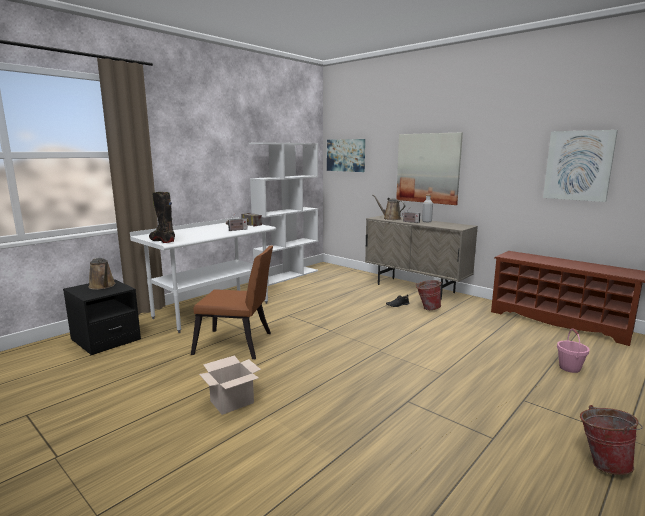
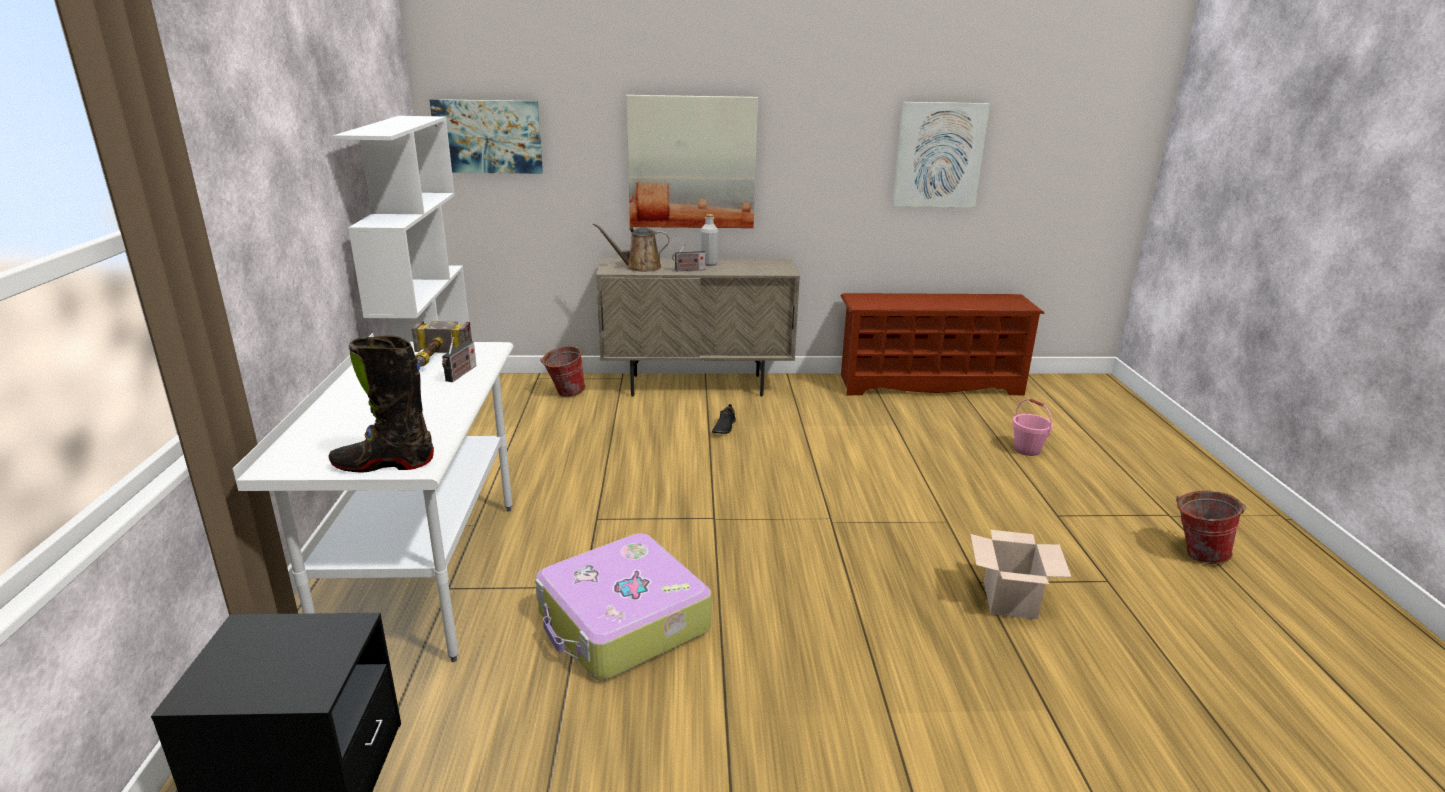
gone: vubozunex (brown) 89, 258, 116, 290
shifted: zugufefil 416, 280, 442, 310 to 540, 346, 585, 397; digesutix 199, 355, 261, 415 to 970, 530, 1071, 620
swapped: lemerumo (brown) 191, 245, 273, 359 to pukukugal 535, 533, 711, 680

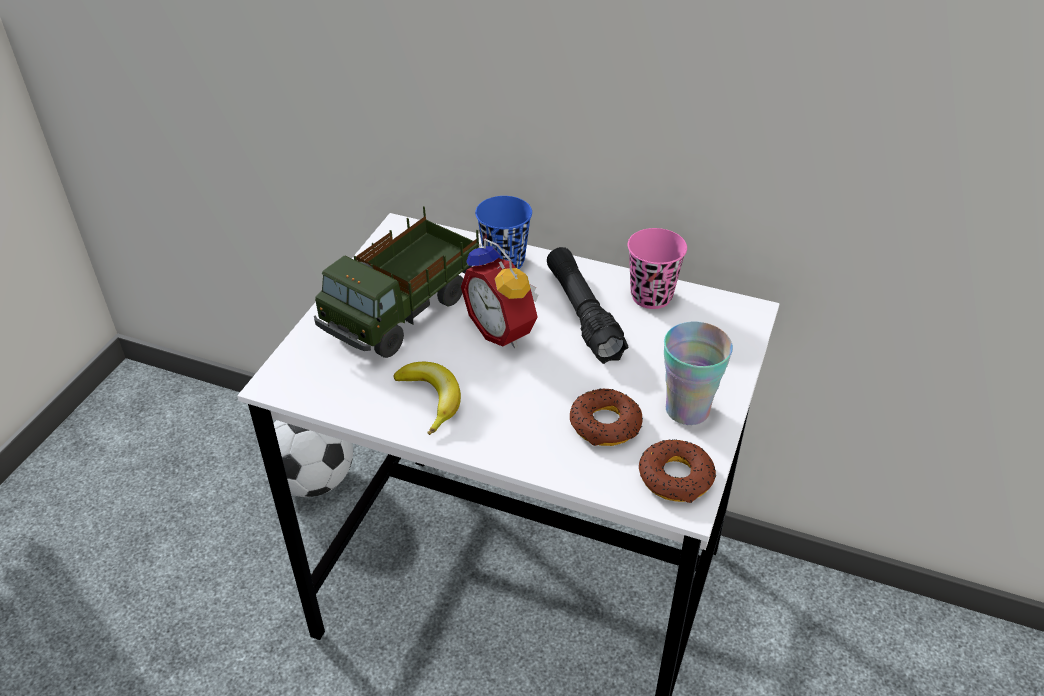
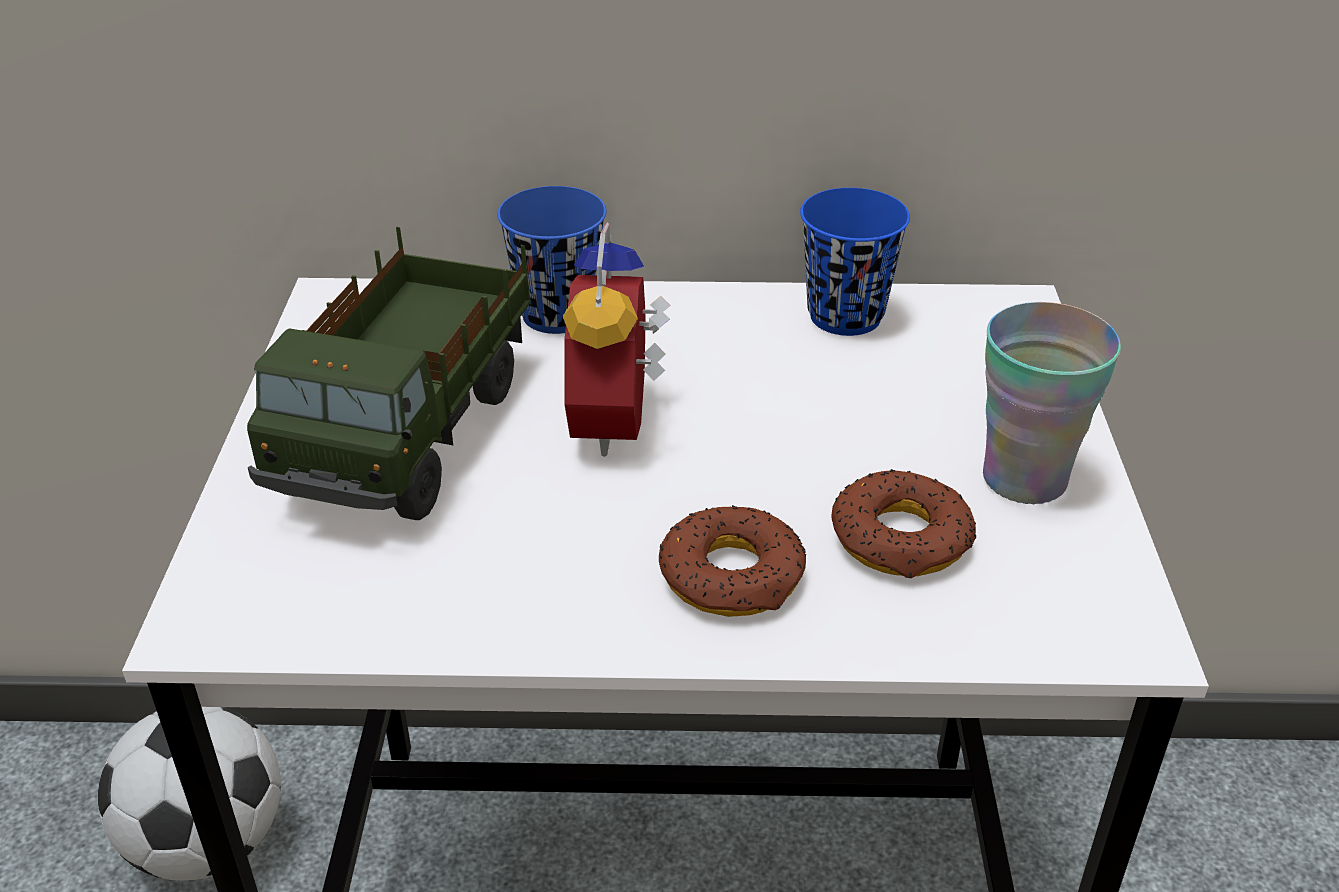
gone: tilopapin 394, 362, 461, 435; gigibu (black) 547, 247, 628, 364
shifted: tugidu 639, 439, 716, 503 to 659, 505, 806, 617
repainted: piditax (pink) 628, 228, 687, 309 to piditax (blue) 800, 188, 910, 336
rotated: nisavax 461, 238, 538, 348 = 563, 222, 671, 457 60 degrees clockwise

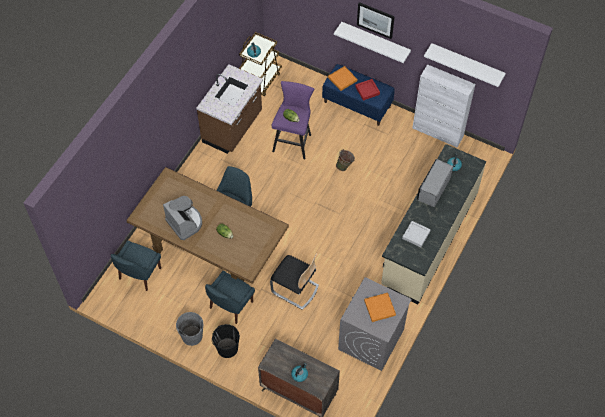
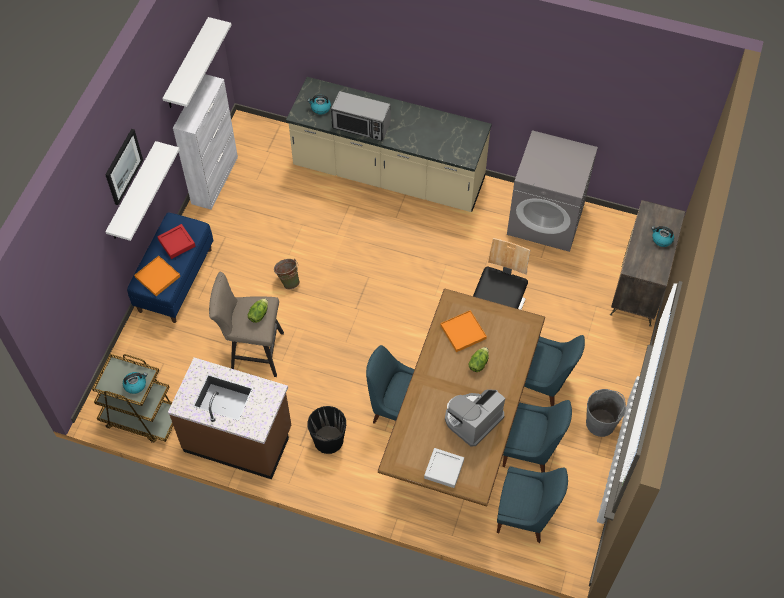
new: lemerumo (blue) 503, 400, 572, 472
shifted: zugufefil (black) 212, 324, 240, 358 to 307, 406, 346, 454; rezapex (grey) 402, 221, 430, 247 to 424, 448, 464, 488; rezapex (orange) 364, 293, 396, 322 to 440, 310, 487, 352
repainted: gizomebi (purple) 272, 81, 314, 159 to gizomebi (beige) 209, 272, 284, 377

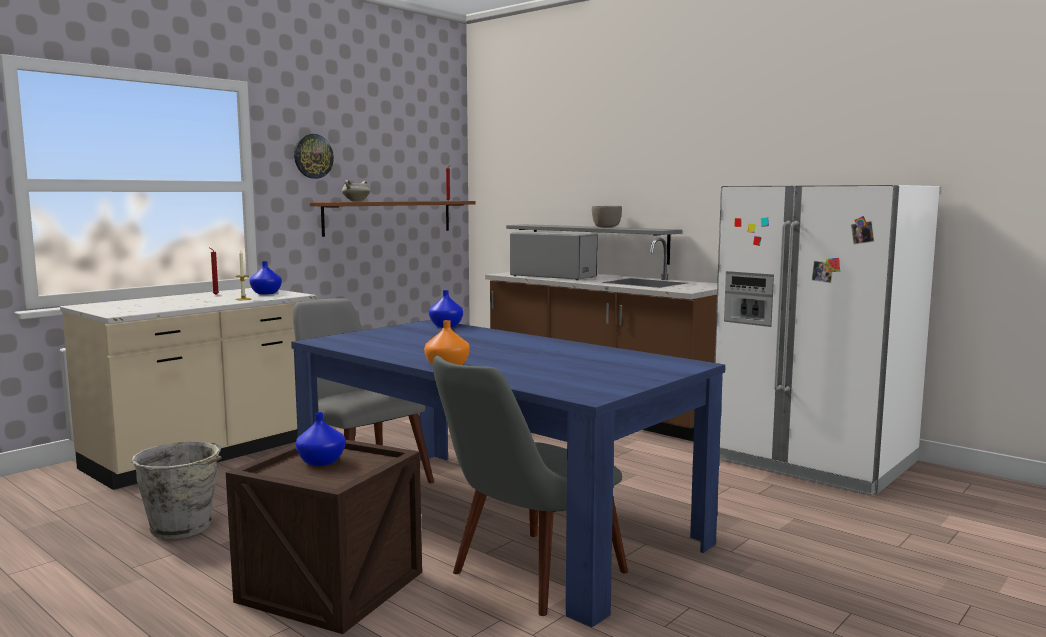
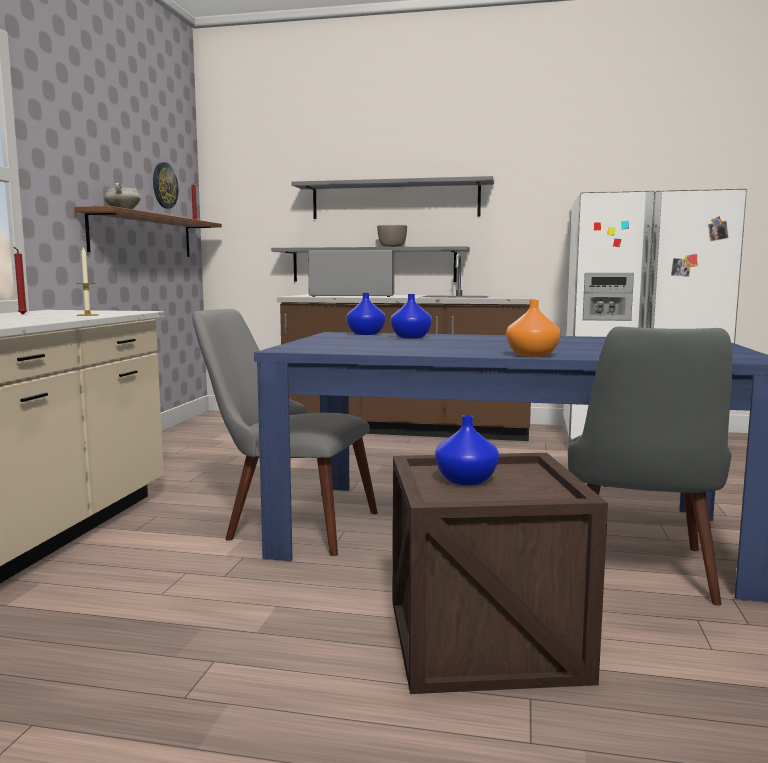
gone: zugufefil (grey) 131, 442, 222, 539
new: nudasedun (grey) 291, 176, 494, 219
shifted: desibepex 294, 134, 334, 179 to 153, 162, 178, 209; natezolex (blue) 250, 261, 282, 295 to 390, 294, 432, 339

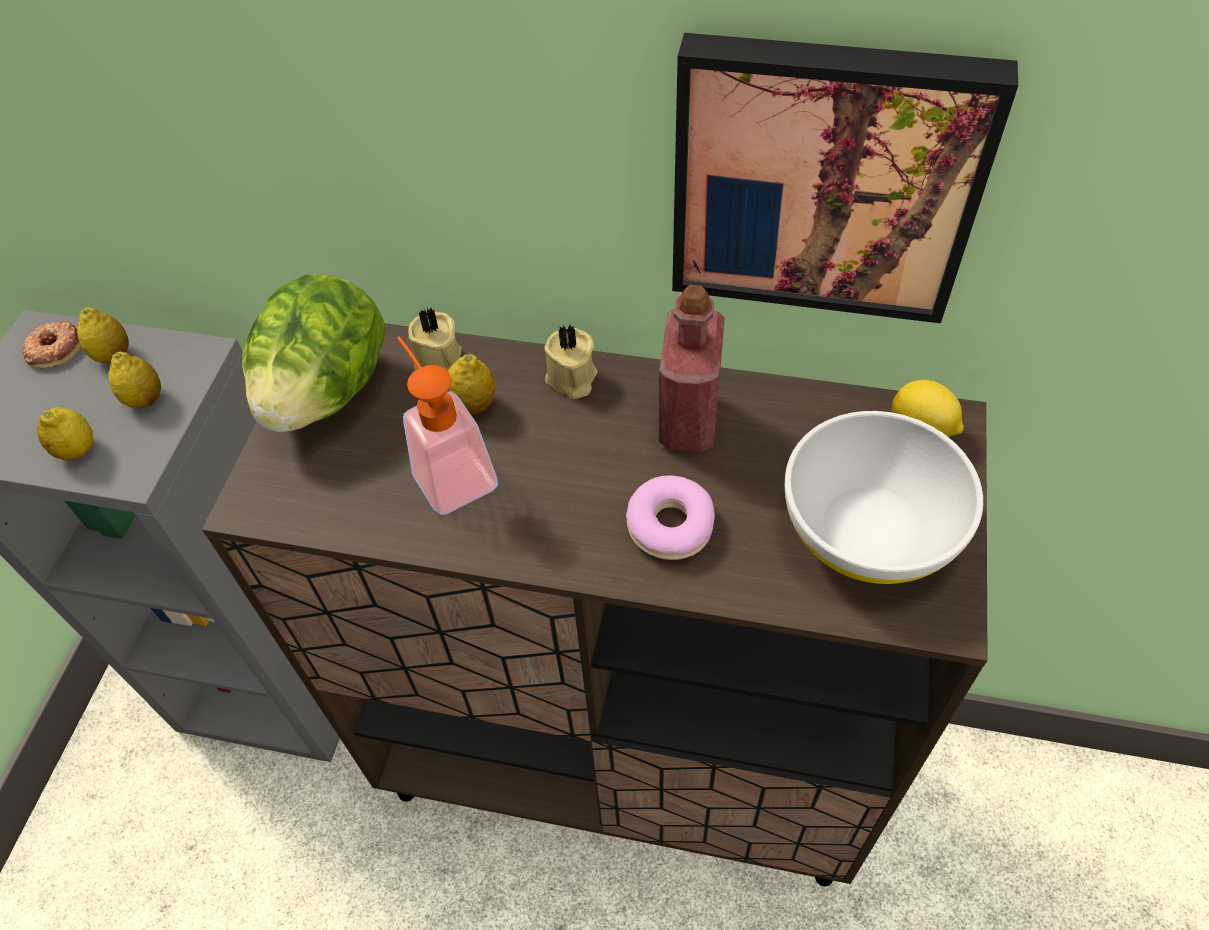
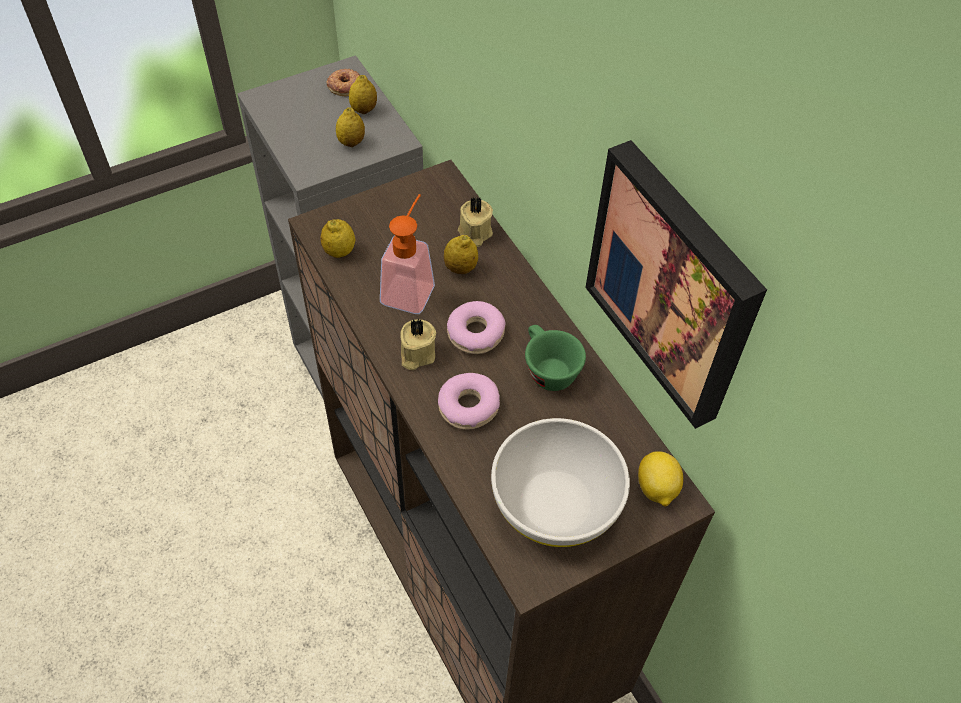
gone: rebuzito 242, 274, 386, 432
new: tugidu 447, 301, 506, 354
shifted: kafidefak 37, 407, 93, 460 to 320, 219, 355, 258; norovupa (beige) 544, 324, 598, 399 to 400, 318, 436, 370
swapped: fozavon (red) 659, 285, 725, 452 to piditax (green) 525, 325, 586, 391

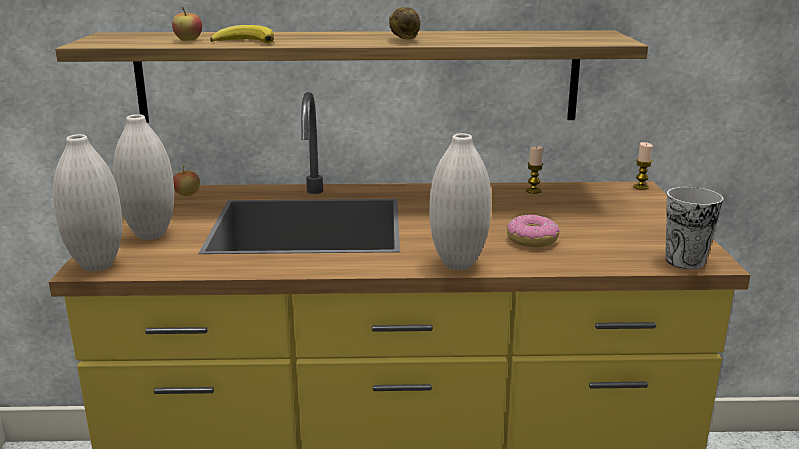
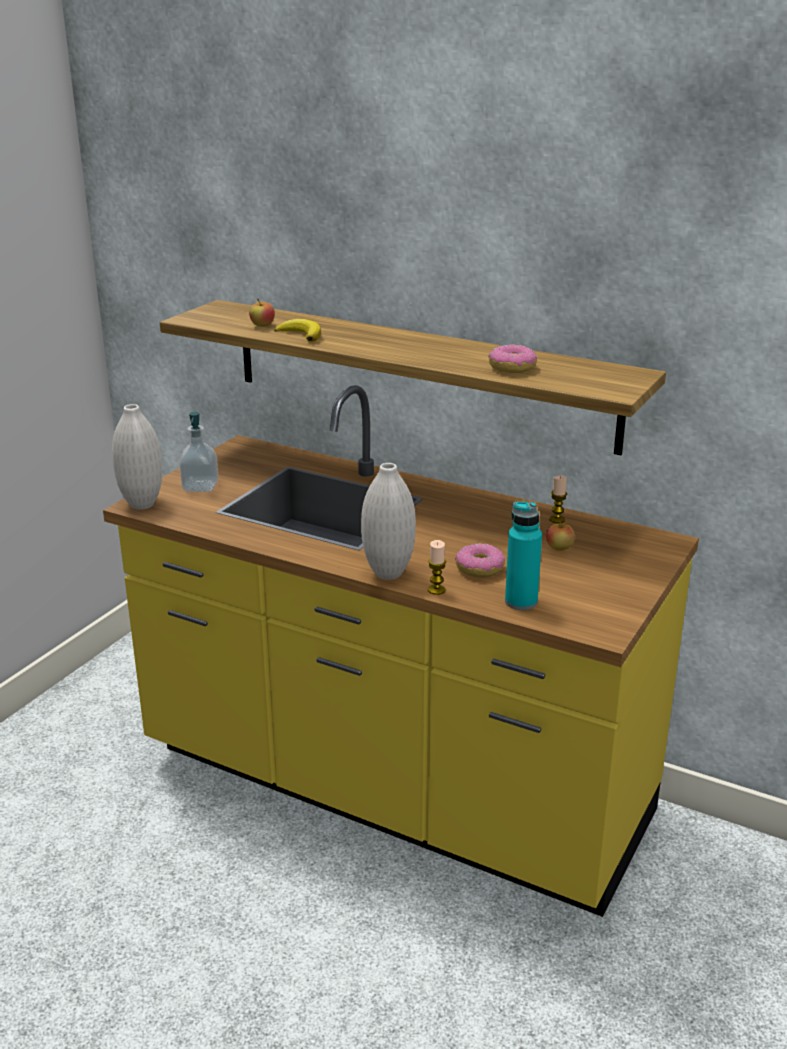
gone: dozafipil 389, 7, 420, 40; piditax 665, 187, 724, 269
new: tugidu 488, 344, 537, 373; fozavon (turquoise) 505, 501, 542, 610
shifted: norovupa 633, 142, 653, 190 to 428, 540, 446, 595; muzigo 173, 165, 200, 196 to 546, 518, 575, 551
swapped: natezolex (white) 113, 114, 174, 240 to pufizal 179, 412, 219, 492

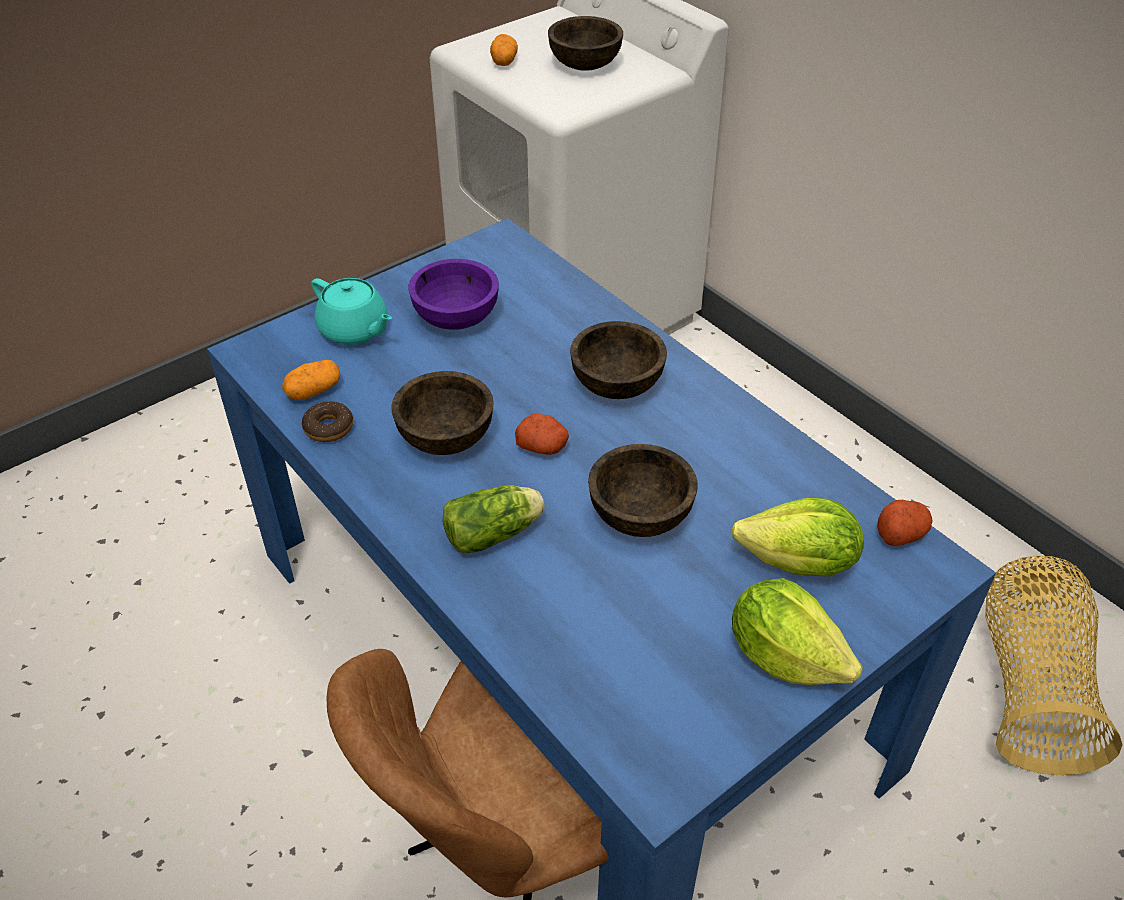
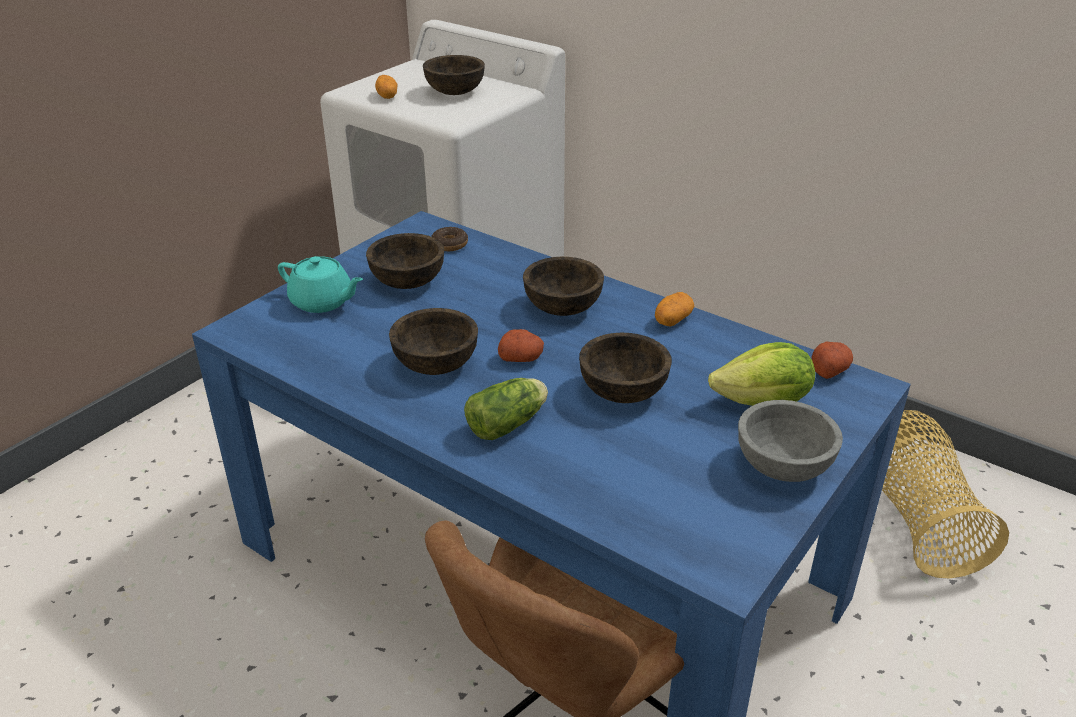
shifted: tugidu 302, 401, 353, 442 to 431, 227, 468, 251; dozafipil 282, 360, 340, 400 to 655, 292, 694, 326
swapped: rebuzito 732, 578, 863, 685 to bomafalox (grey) 738, 400, 843, 482
repainted: bomafalox (purple) 408, 259, 499, 330 to bomafalox (brown) 366, 233, 444, 289

